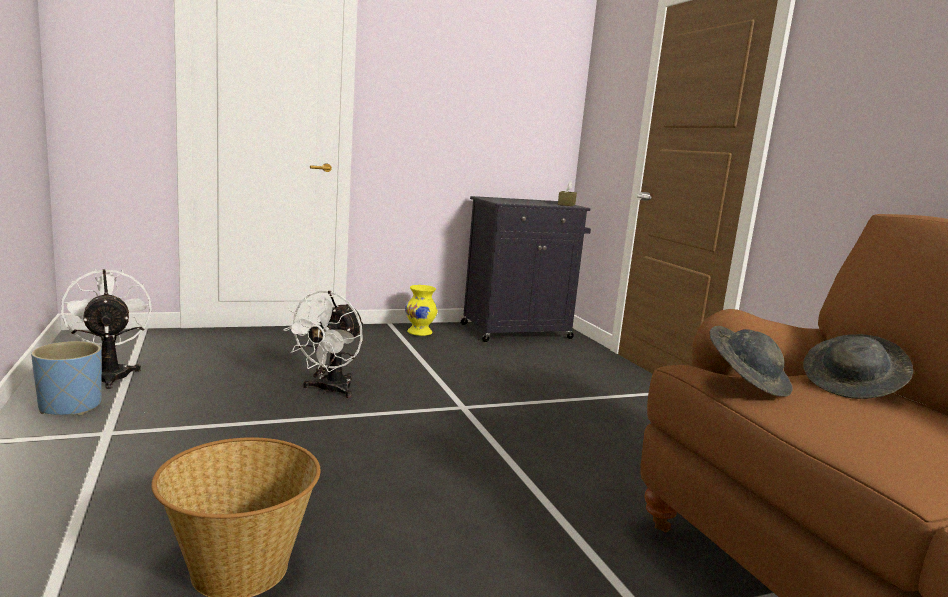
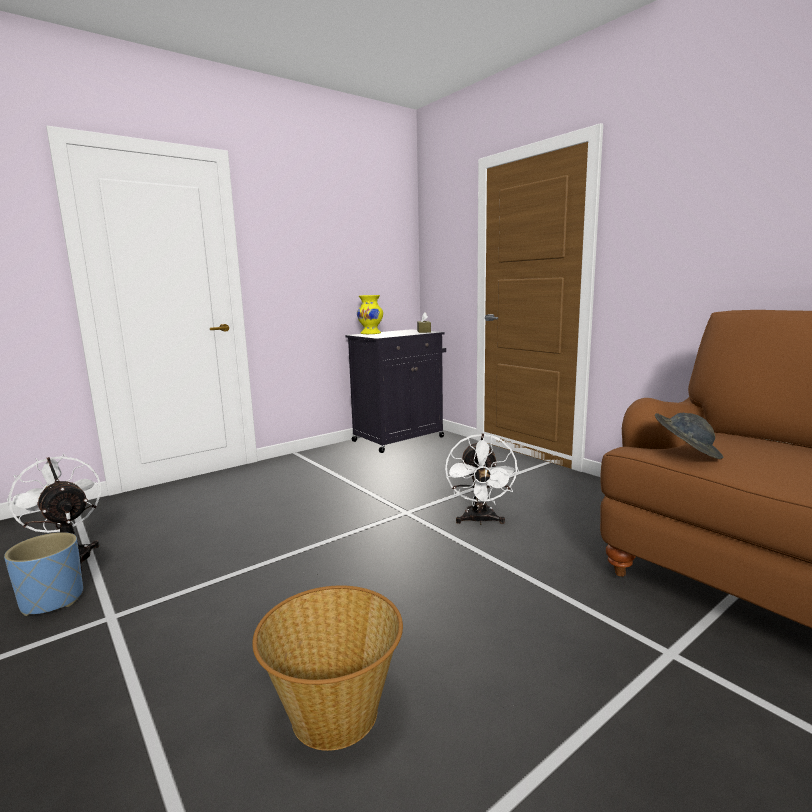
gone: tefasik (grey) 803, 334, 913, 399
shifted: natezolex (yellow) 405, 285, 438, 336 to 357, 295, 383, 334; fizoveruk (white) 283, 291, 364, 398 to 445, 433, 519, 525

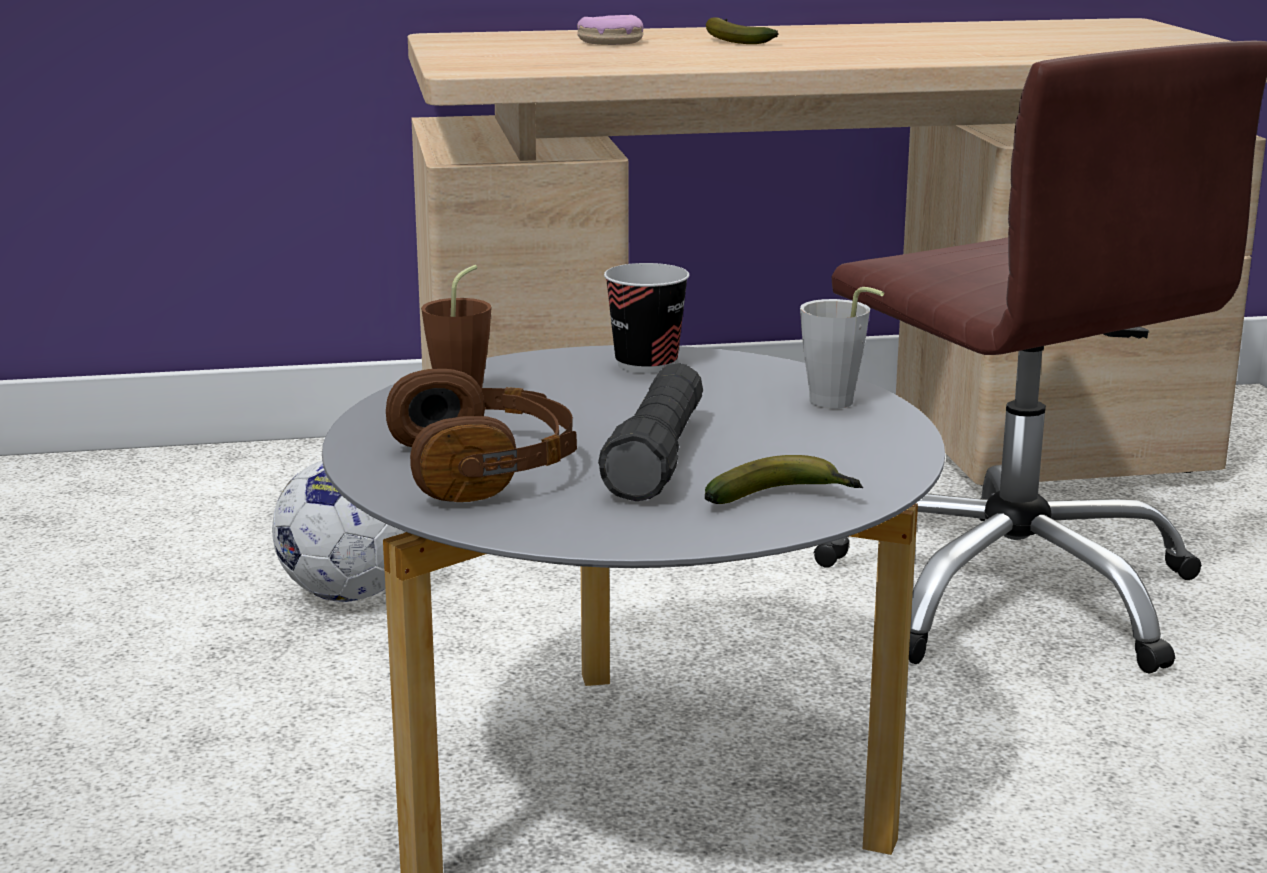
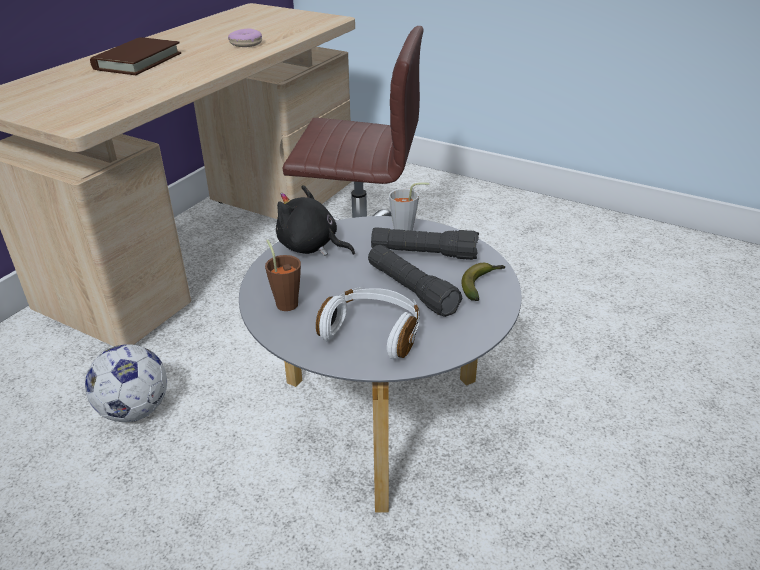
new: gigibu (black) 371, 227, 479, 260
shifted: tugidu 577, 15, 643, 45 to 228, 28, 262, 47
swapped: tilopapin 706, 18, 779, 44 to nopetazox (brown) 90, 37, 181, 75; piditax 604, 263, 689, 373 to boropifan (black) 276, 185, 355, 256
repainted: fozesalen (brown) 386, 369, 577, 502 to fozesalen (white) 316, 287, 419, 359

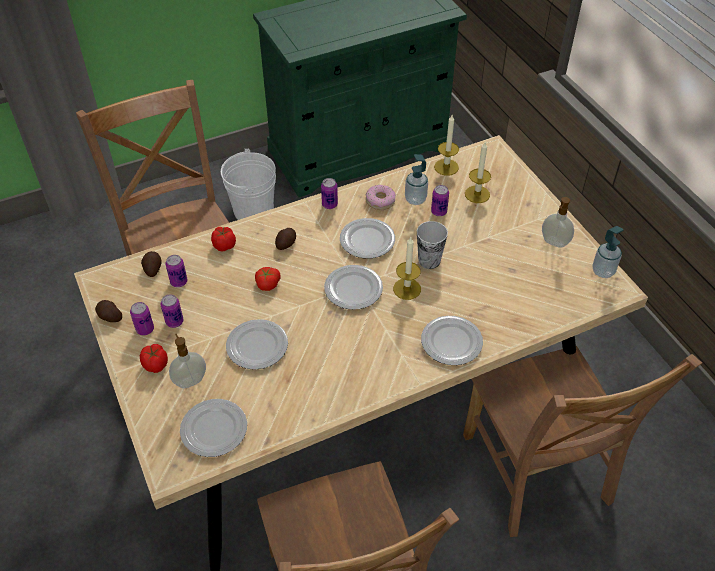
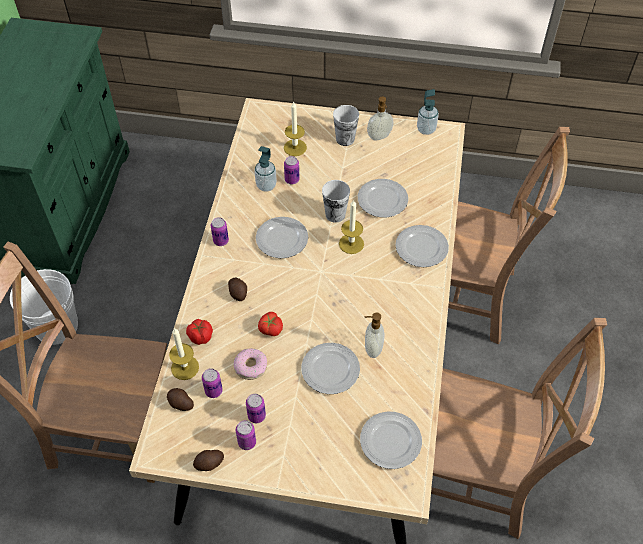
gone: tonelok 140, 344, 168, 373
new: piditax 333, 105, 359, 146
shifted: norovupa 434, 115, 459, 176 to 169, 328, 199, 380; tugidu 366, 185, 396, 210 to 234, 348, 267, 380; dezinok 324, 265, 383, 310 to 358, 179, 408, 217; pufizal 169, 334, 206, 388 to 364, 313, 384, 358

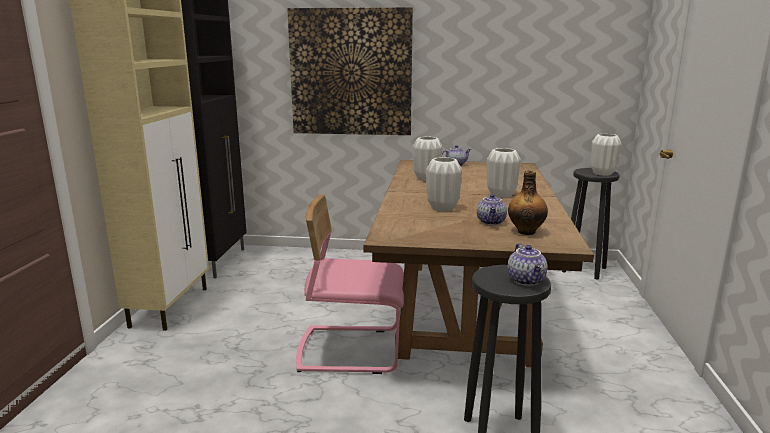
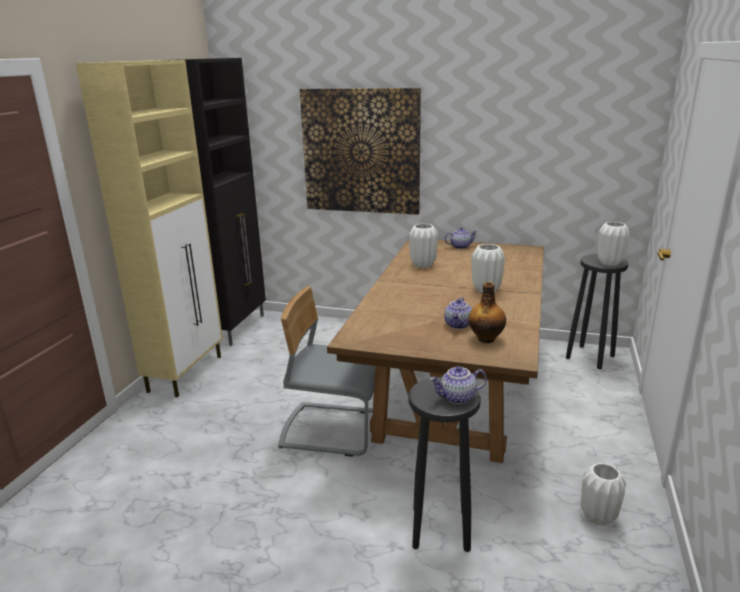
shifted: natezolex (white) 426, 157, 462, 211 to 581, 463, 626, 526
repainted: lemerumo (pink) 296, 194, 404, 374 to lemerumo (grey) 278, 286, 375, 457
rotated: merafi 507, 243, 547, 286 = 430, 366, 487, 404 75 degrees clockwise

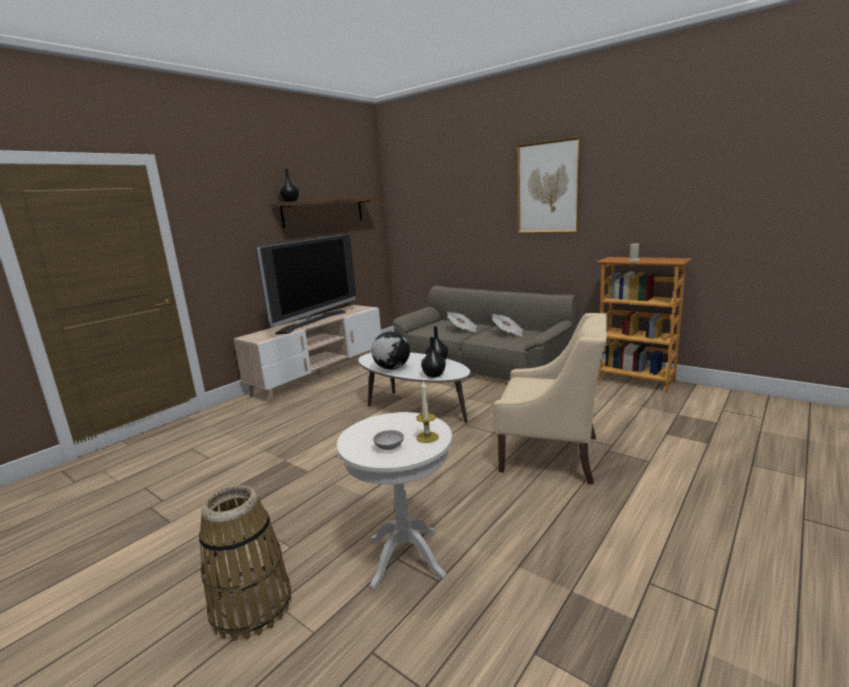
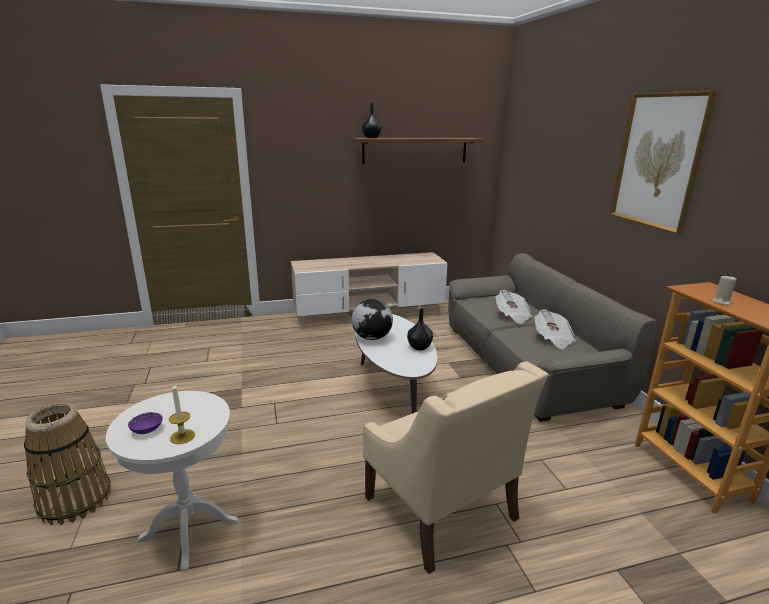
gone: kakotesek 256, 234, 356, 334; natezolex (black) 421, 337, 446, 378
repainted: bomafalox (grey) 373, 430, 404, 450 to bomafalox (purple) 128, 412, 163, 434

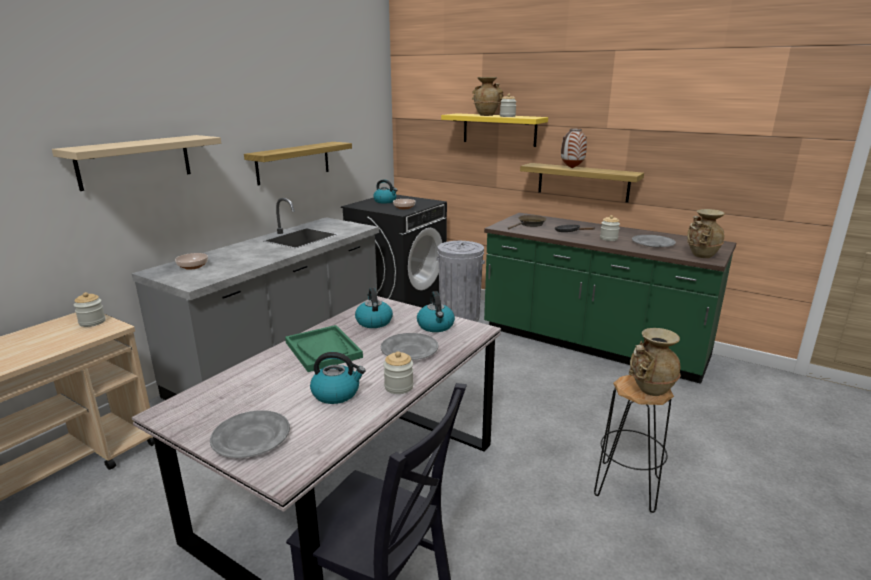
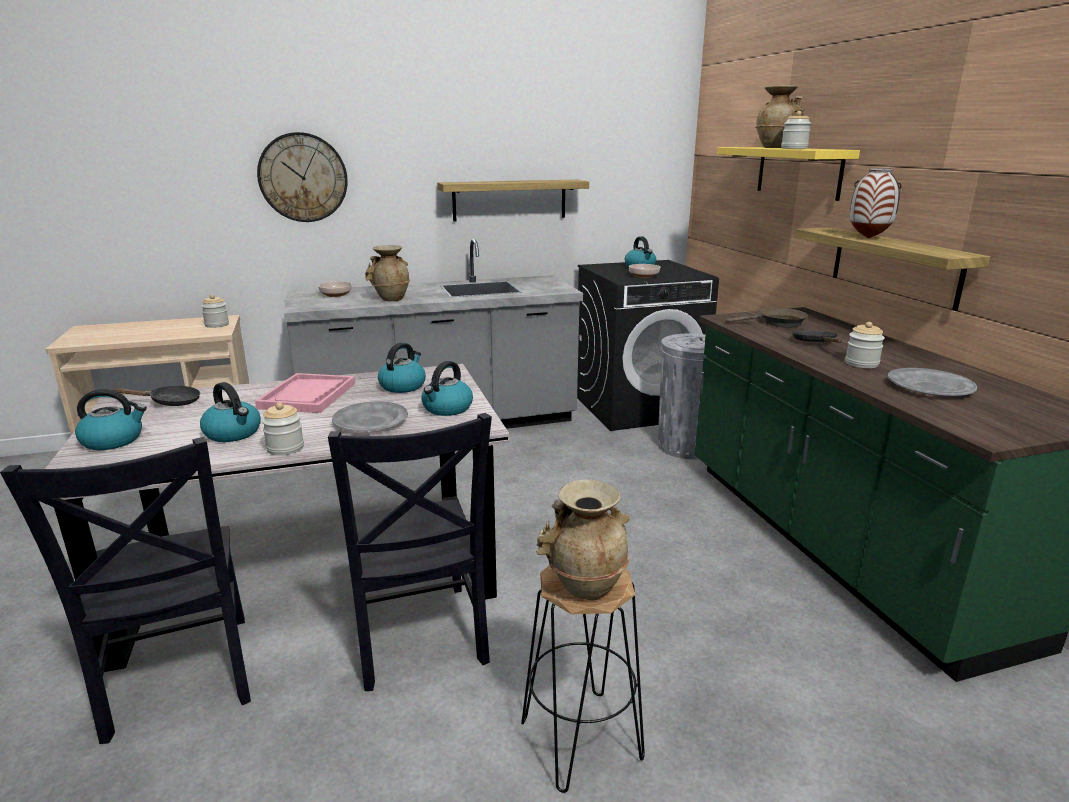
new: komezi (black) 114, 385, 200, 406; lemerumo (black) 328, 413, 492, 691
shifted: natezolex (beige) 687, 209, 725, 258 to 365, 245, 410, 301
swapped: dezinok (grey) 210, 410, 290, 458 to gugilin 75, 389, 147, 450; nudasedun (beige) 52, 135, 221, 191 to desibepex 257, 132, 348, 222
repainted: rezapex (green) 285, 325, 363, 372 to rezapex (pink) 255, 373, 355, 413

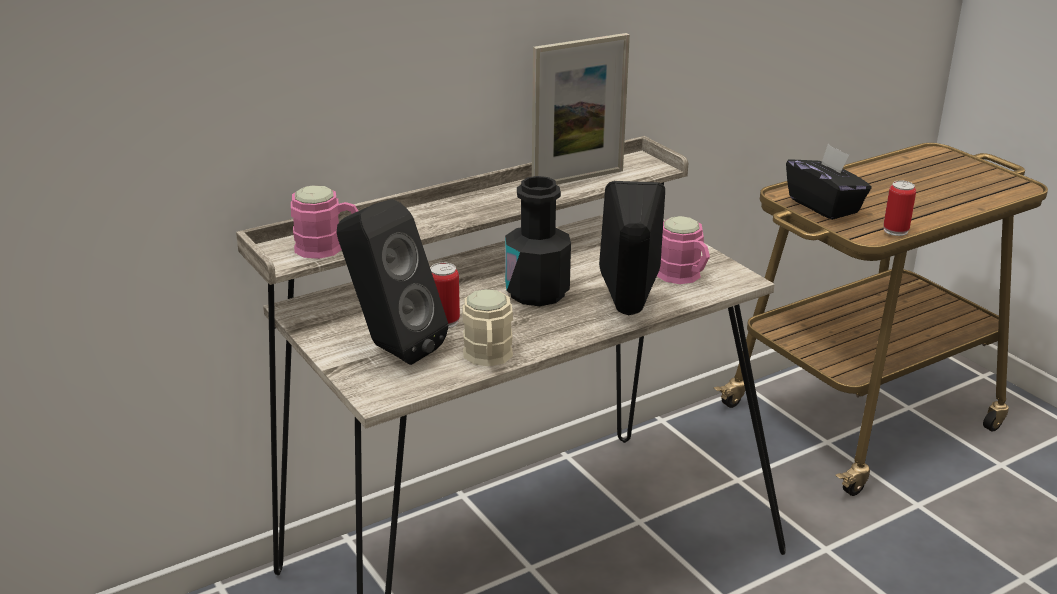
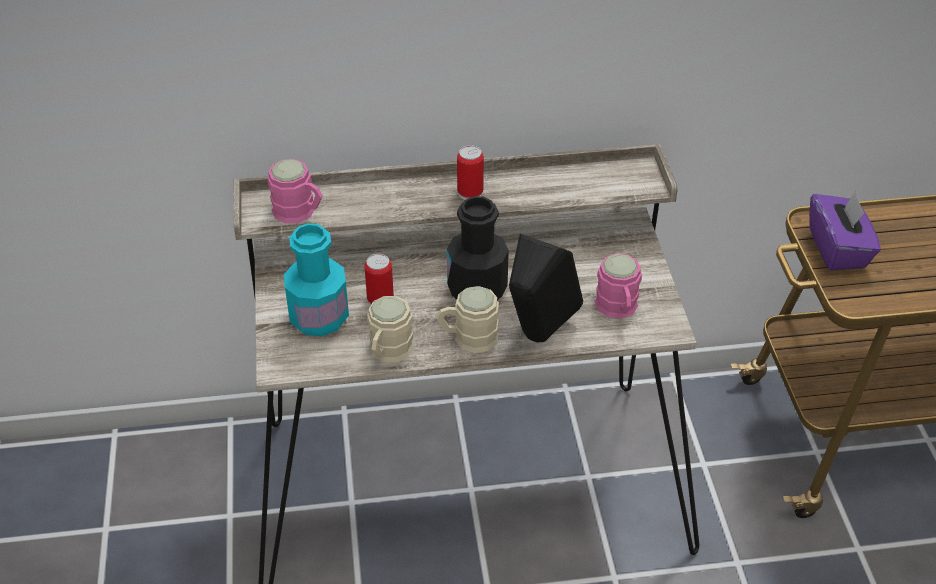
gone: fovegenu 532, 33, 630, 185
new: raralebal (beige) 436, 286, 499, 353
shifted: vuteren 883, 180, 916, 236 to 457, 145, 484, 200
swapped: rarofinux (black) 336, 199, 448, 365 to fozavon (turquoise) 284, 223, 349, 336
repainted: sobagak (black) 786, 144, 872, 220 to sobagak (purple) 809, 191, 881, 270

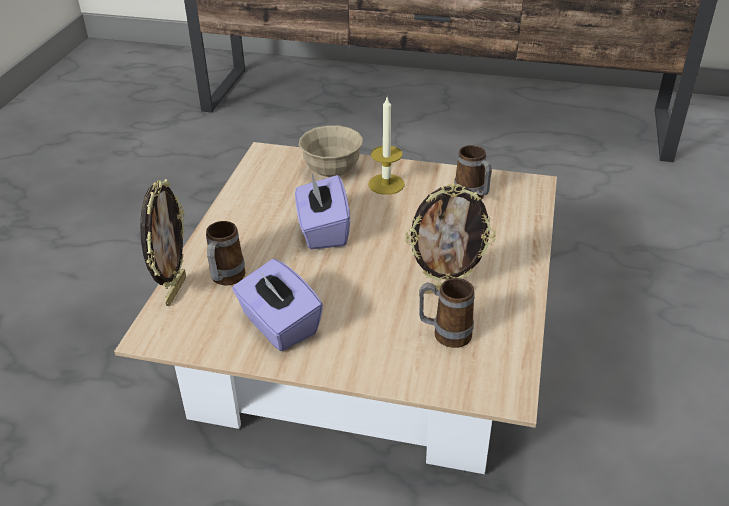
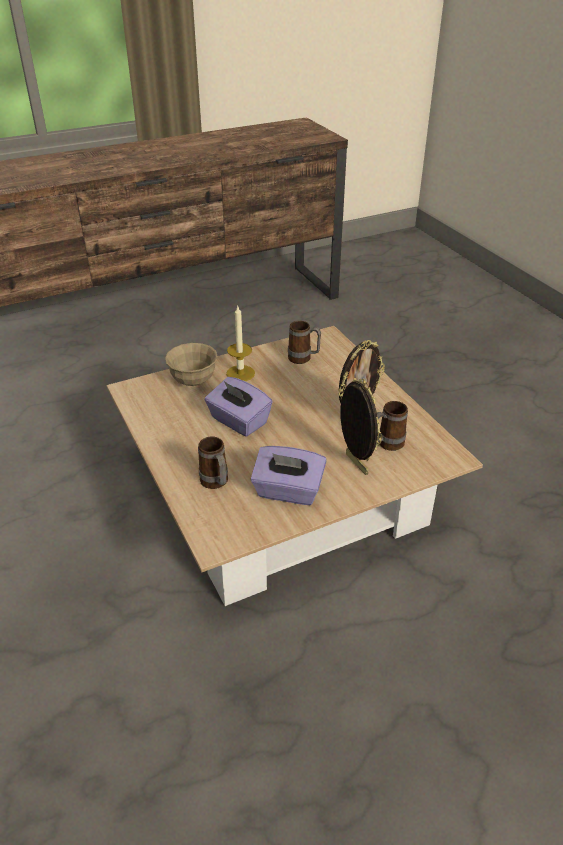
shifted: fovegenu 140, 179, 186, 306 to 340, 378, 382, 475

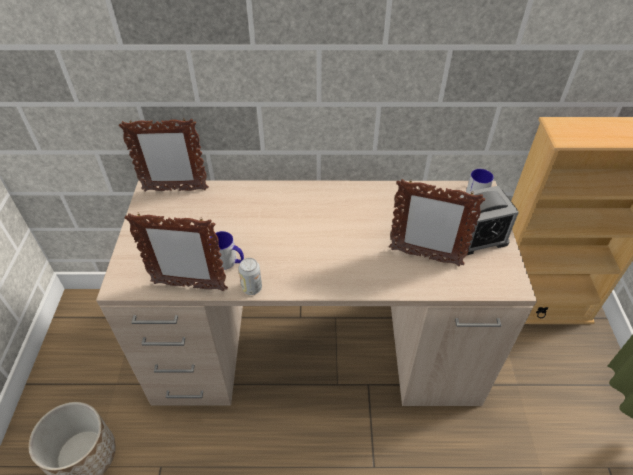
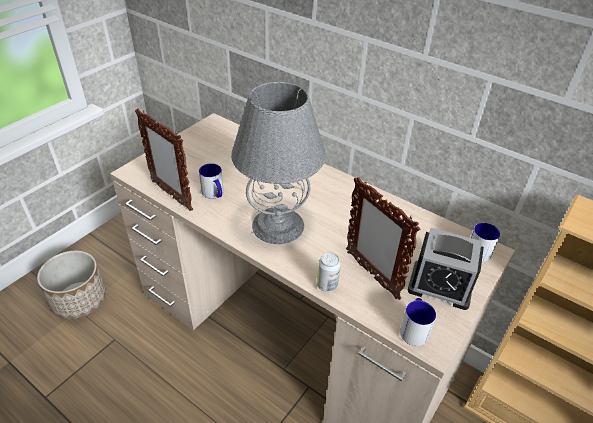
gone: fovegenu 119, 118, 209, 192
new: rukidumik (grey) 231, 82, 326, 244; raralebal 400, 298, 436, 346
shifted: vuteren 238, 258, 262, 295 to 317, 253, 341, 292

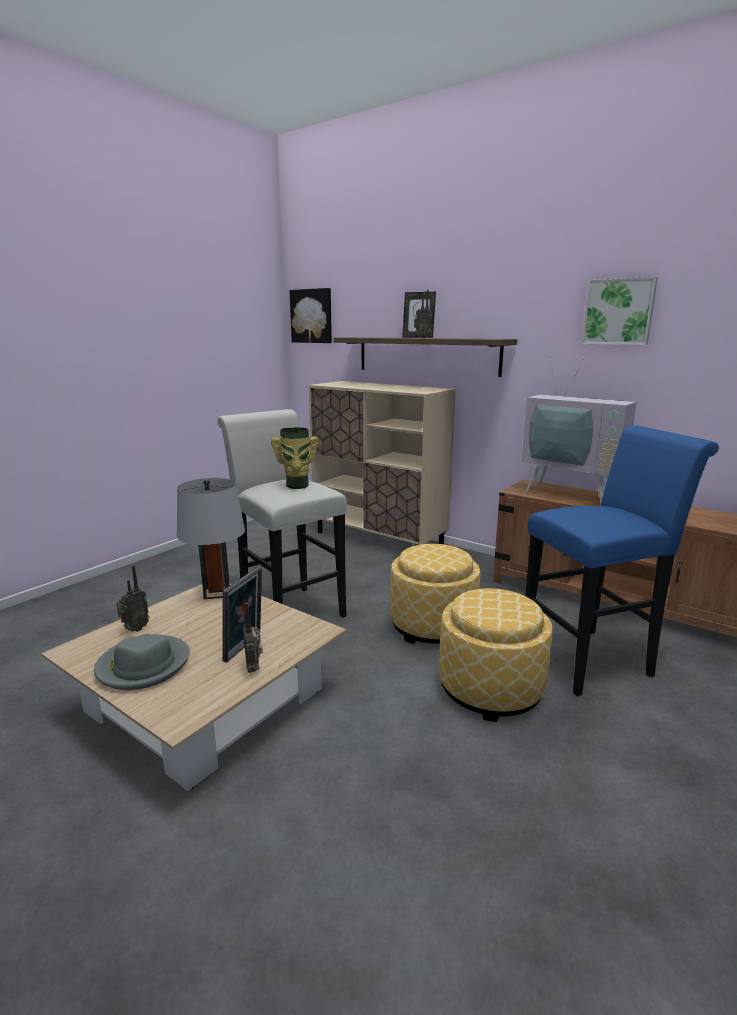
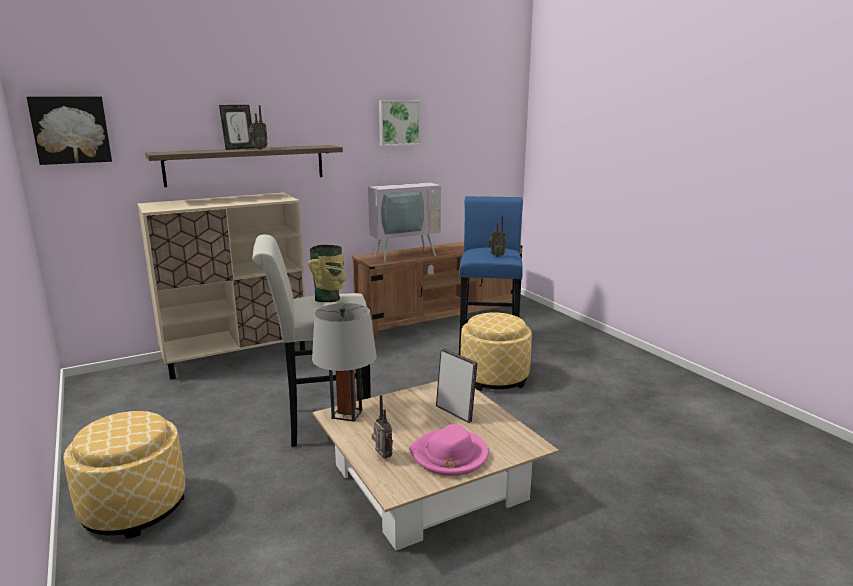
shifted: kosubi 390, 544, 480, 644 to 63, 411, 185, 539; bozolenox 243, 603, 263, 673 to 489, 215, 506, 257
repainted: tefasik (grey) 94, 634, 190, 690 to tefasik (pink) 409, 424, 489, 476

